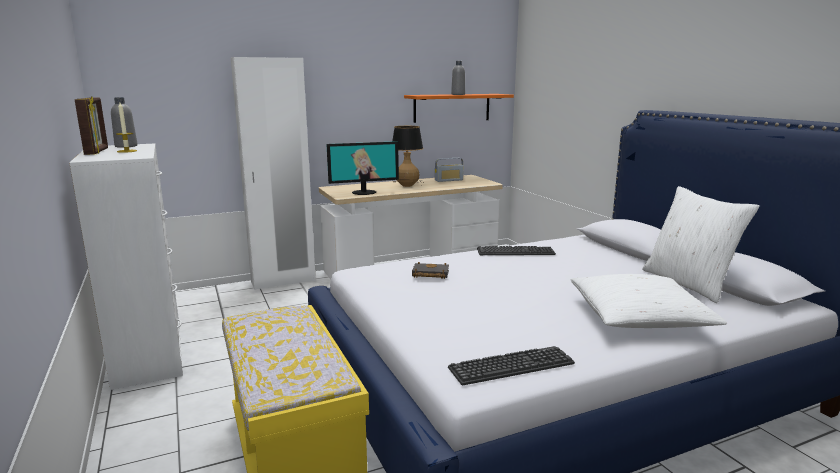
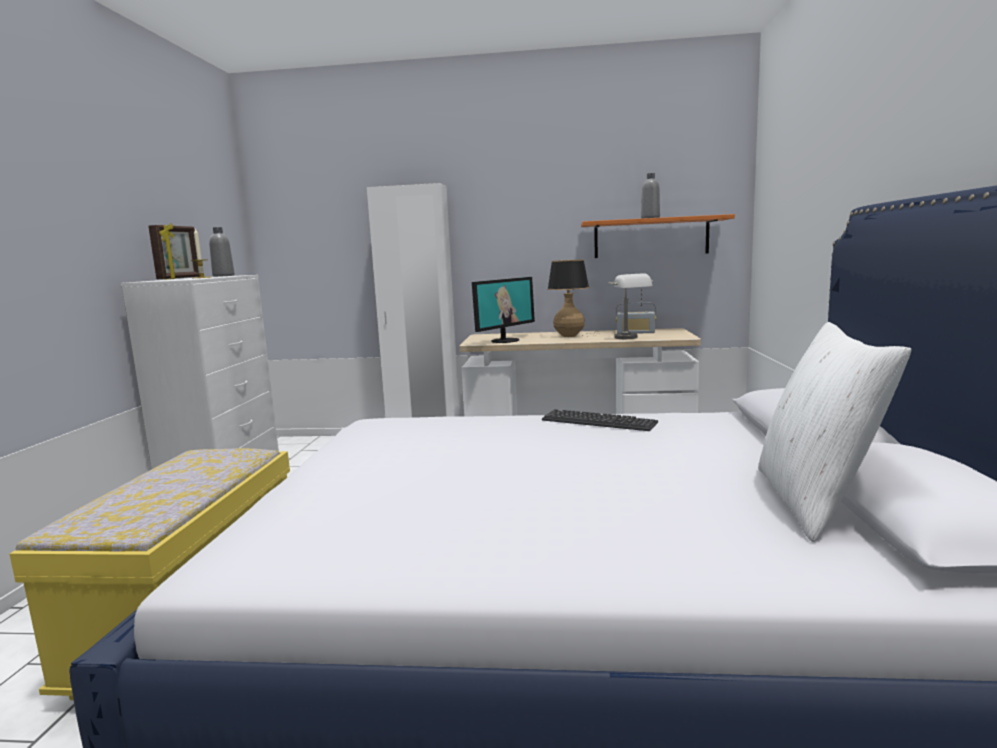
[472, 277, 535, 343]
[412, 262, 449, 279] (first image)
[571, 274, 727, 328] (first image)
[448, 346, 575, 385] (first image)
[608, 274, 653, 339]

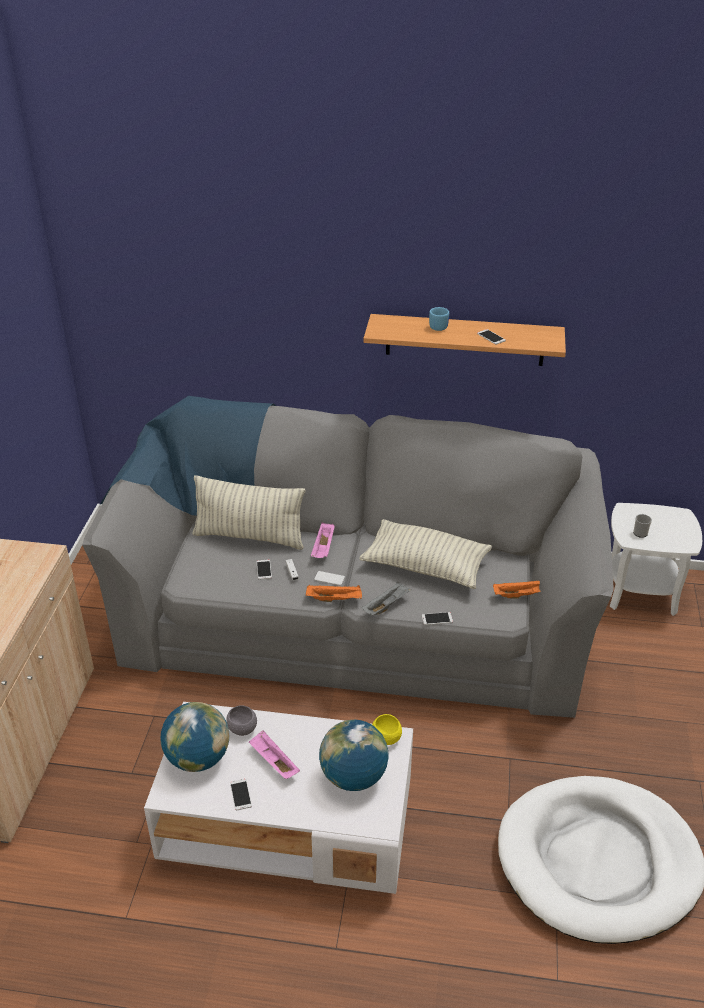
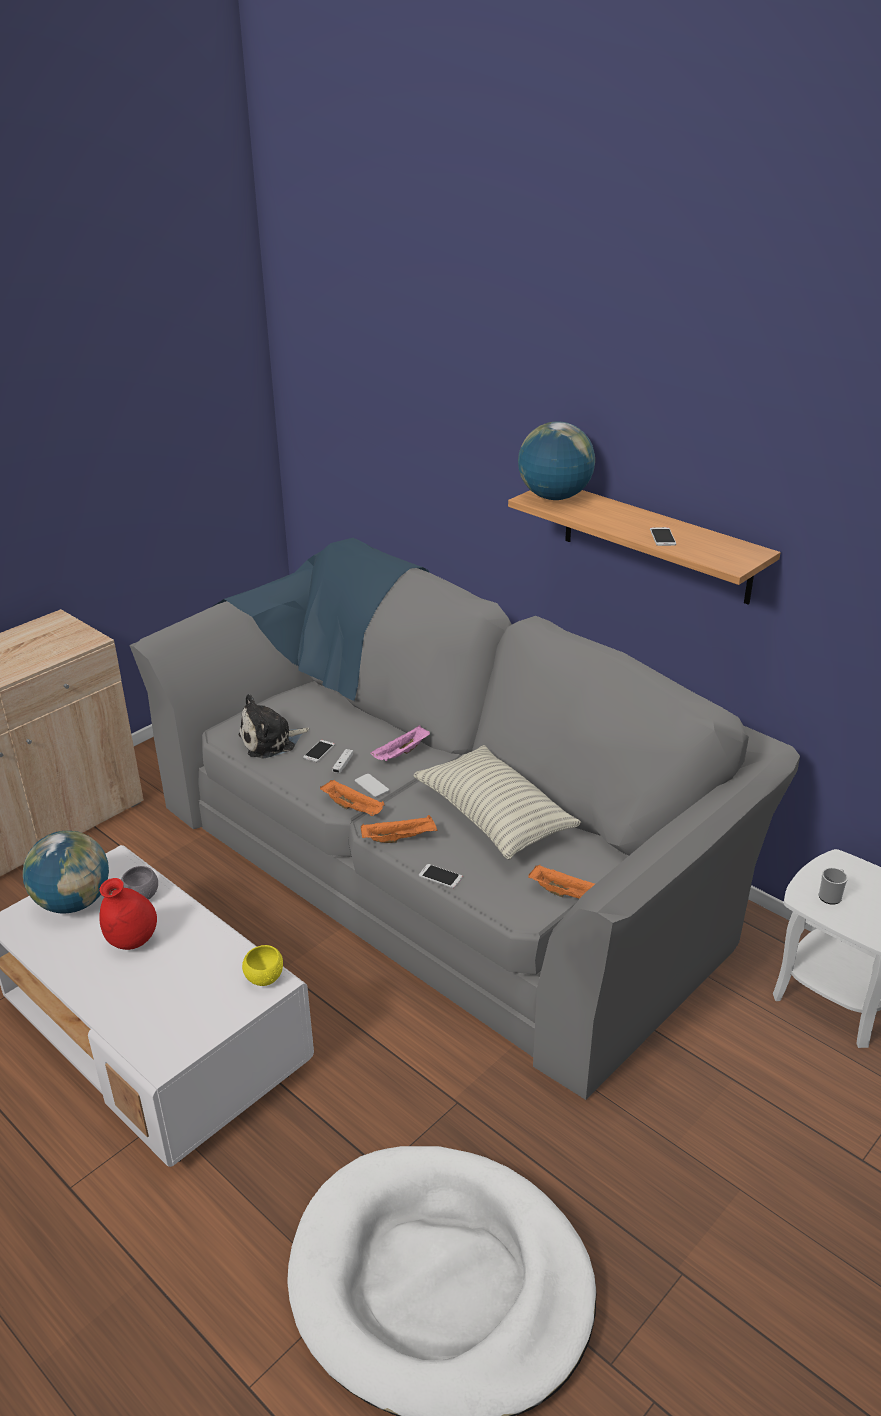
[429, 307, 449, 331] (first image)
[192, 475, 306, 550] (first image)
[361, 815, 437, 843]
[518, 422, 595, 500]
[99, 878, 157, 950]
[230, 779, 252, 810] (first image)
[238, 694, 309, 758]

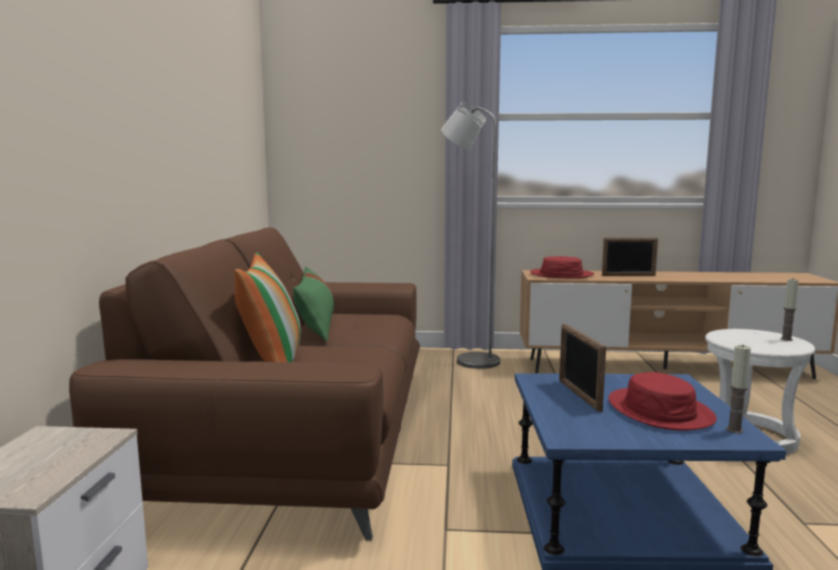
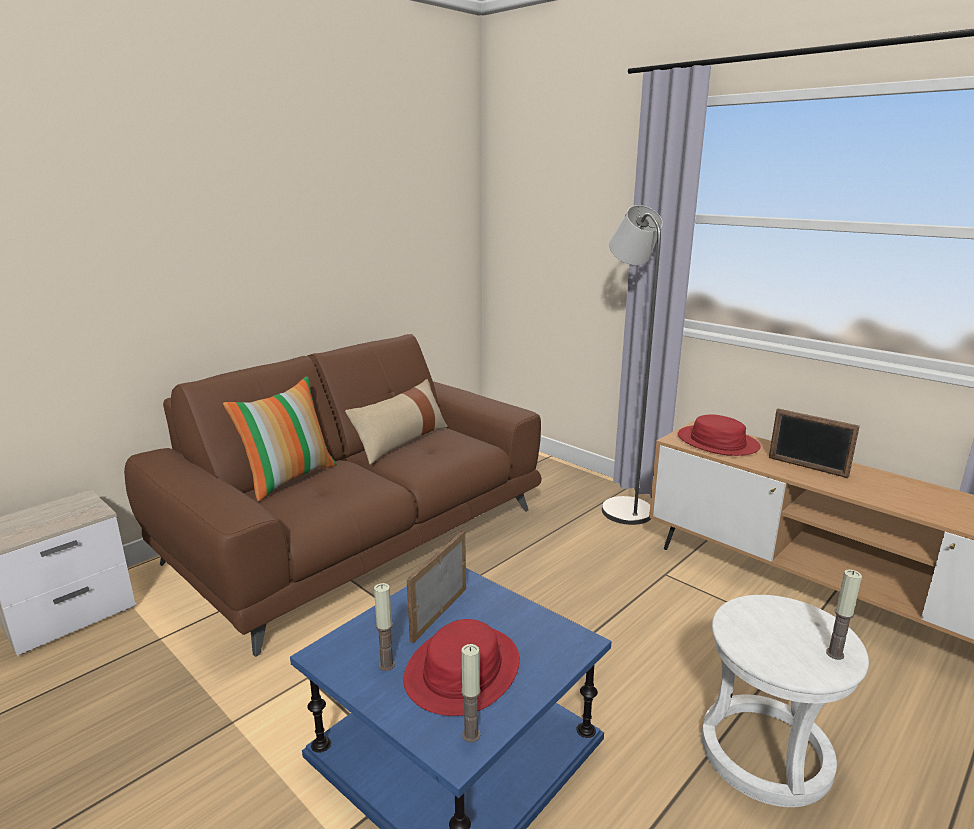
[345, 379, 448, 465]
[374, 583, 395, 671]

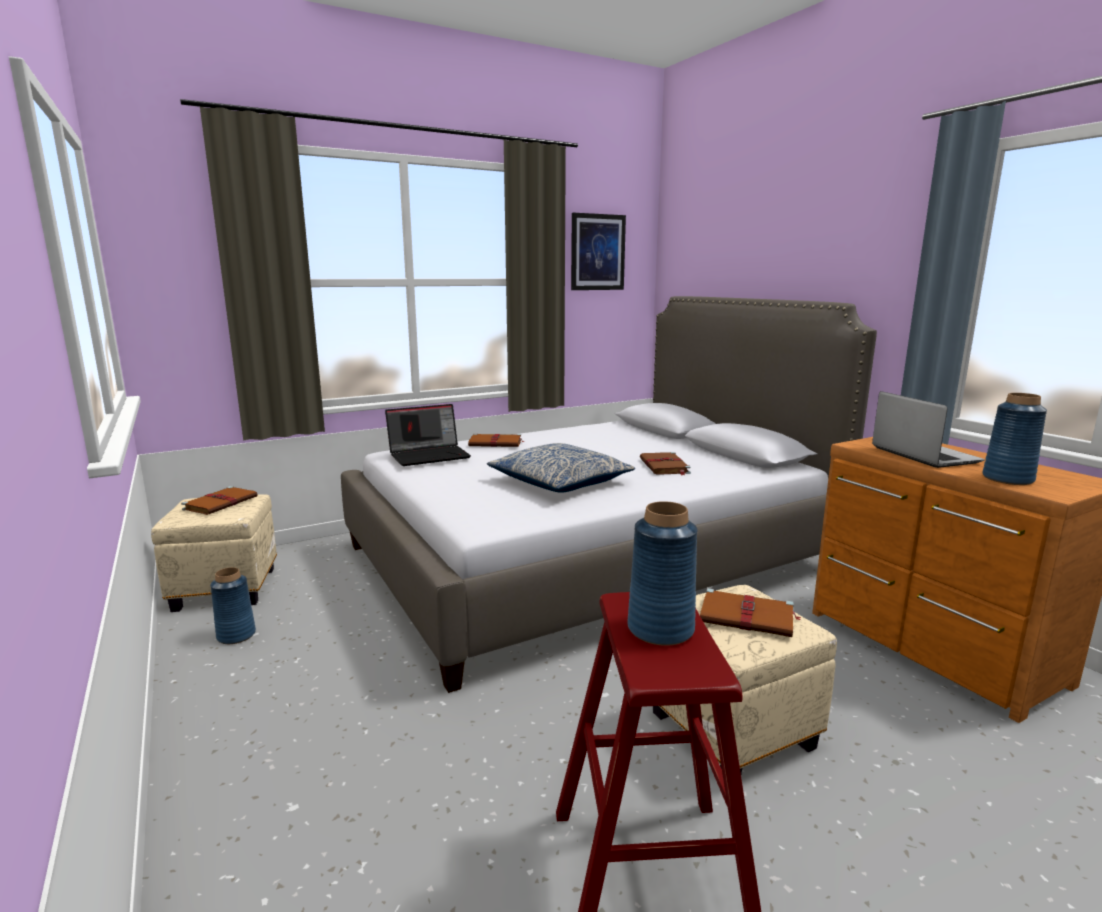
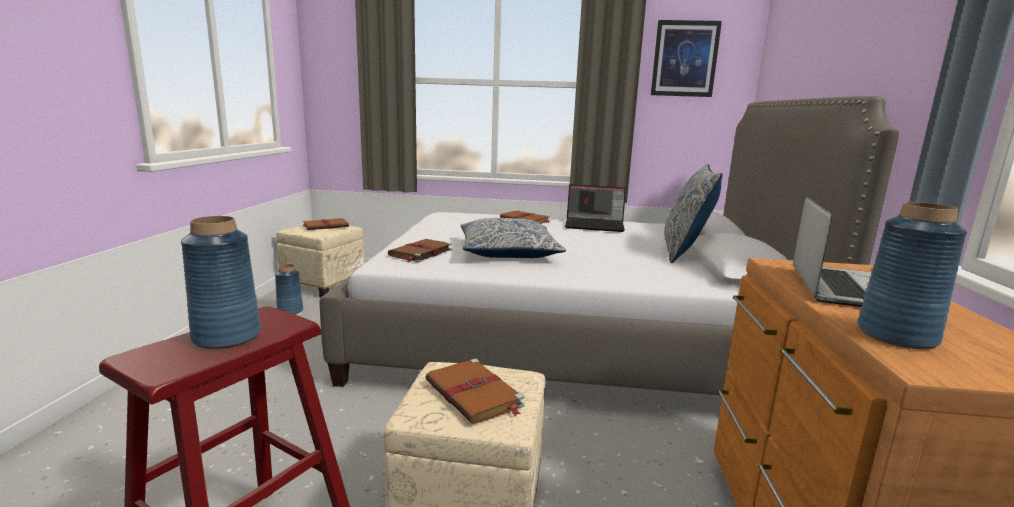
[565, 184, 626, 232]
[388, 239, 452, 262]
[664, 164, 723, 263]

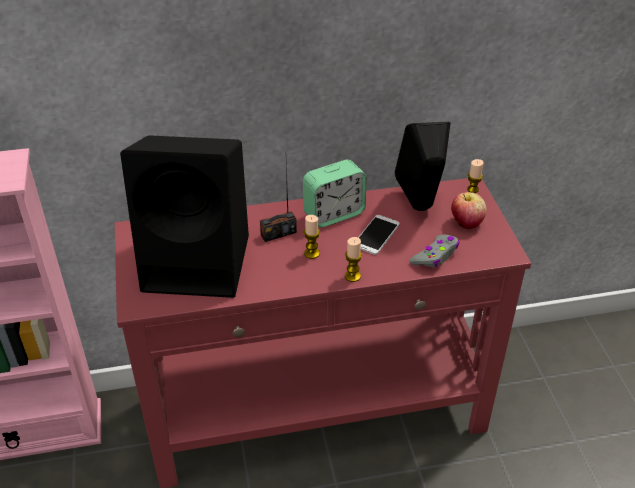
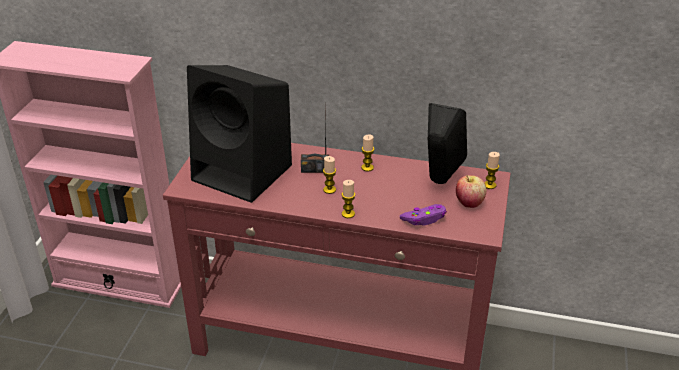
[361, 134, 374, 171]
[358, 215, 400, 255] (first image)
[400, 204, 447, 226]

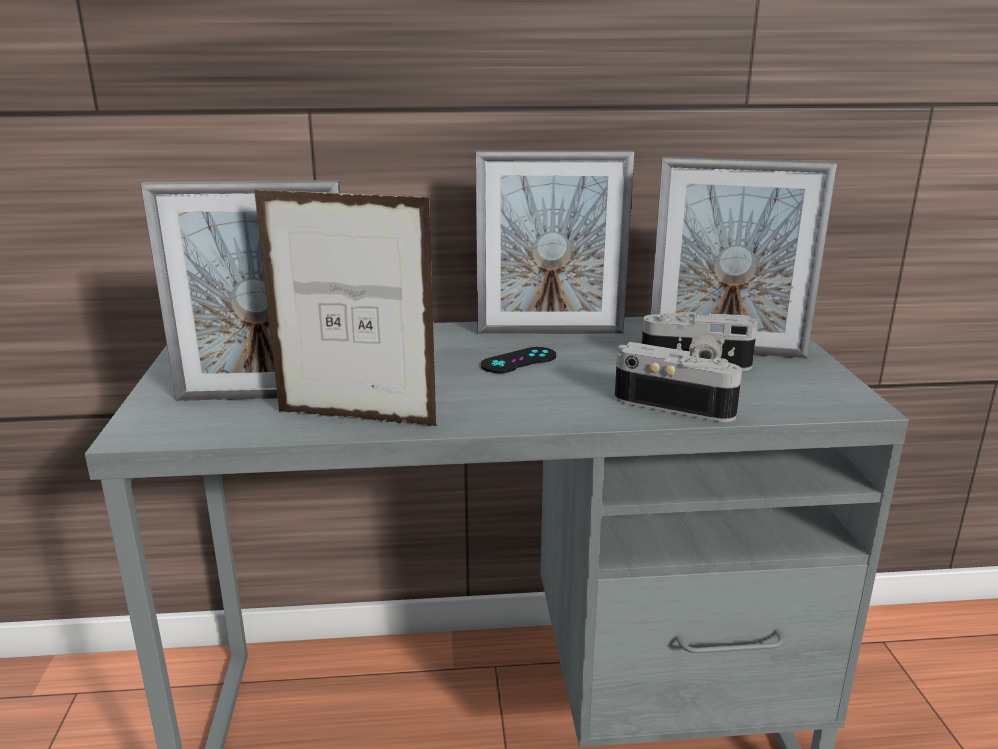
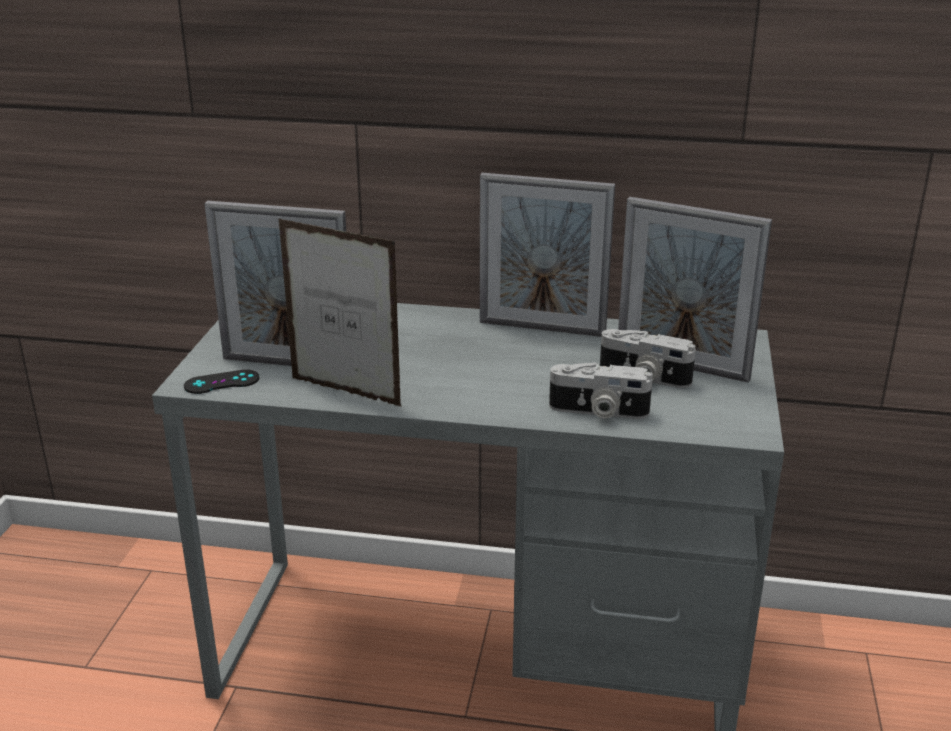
[549, 362, 653, 419]
[184, 369, 259, 394]

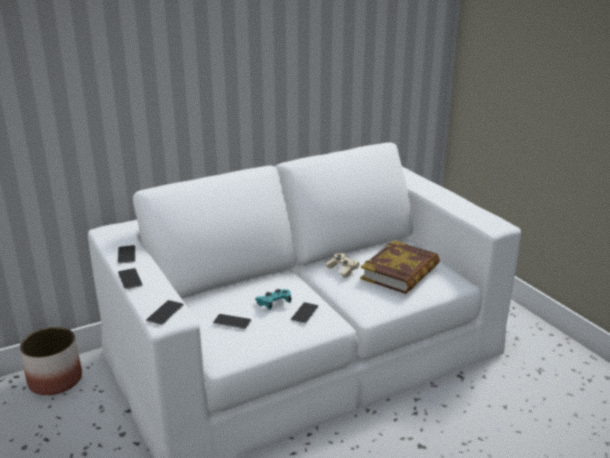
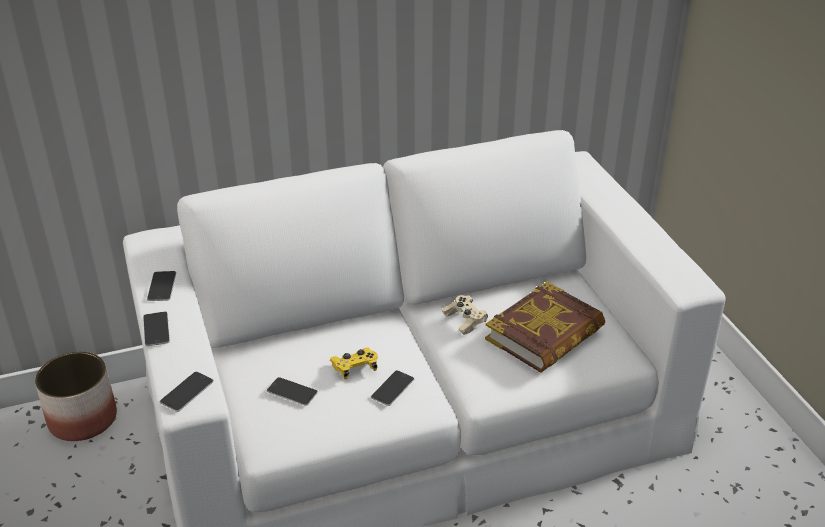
[330, 347, 378, 379]

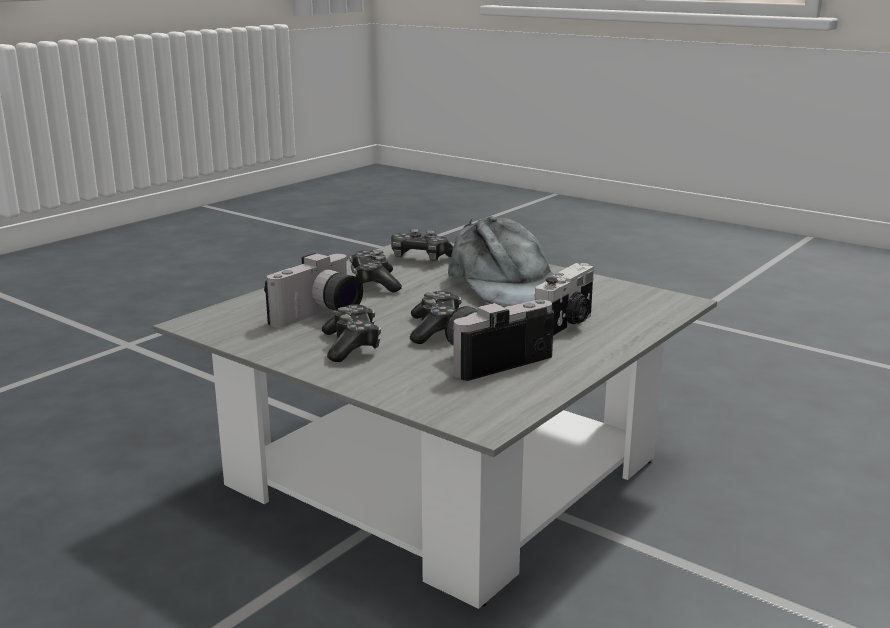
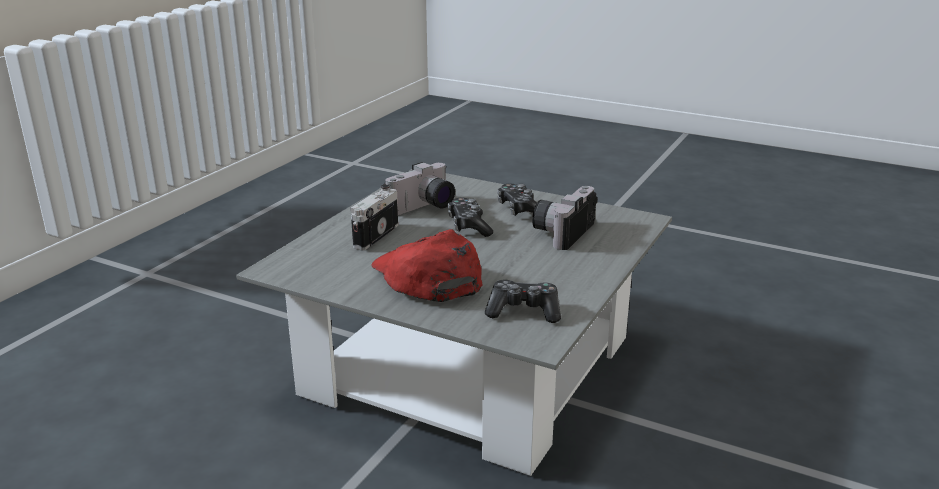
[371, 229, 483, 302]
[349, 250, 402, 293] (first image)

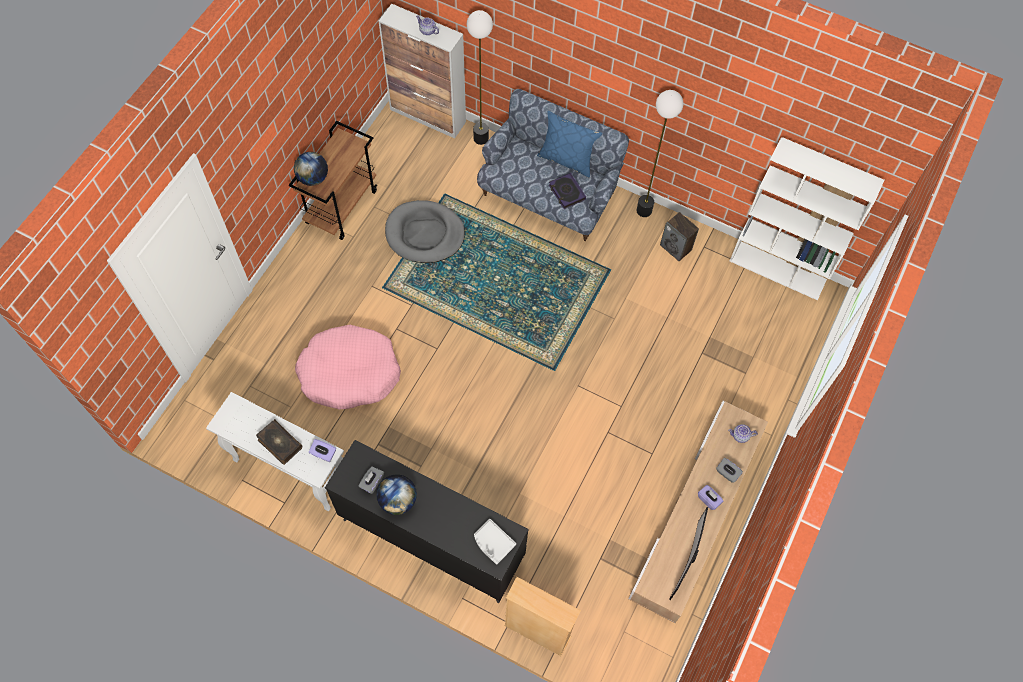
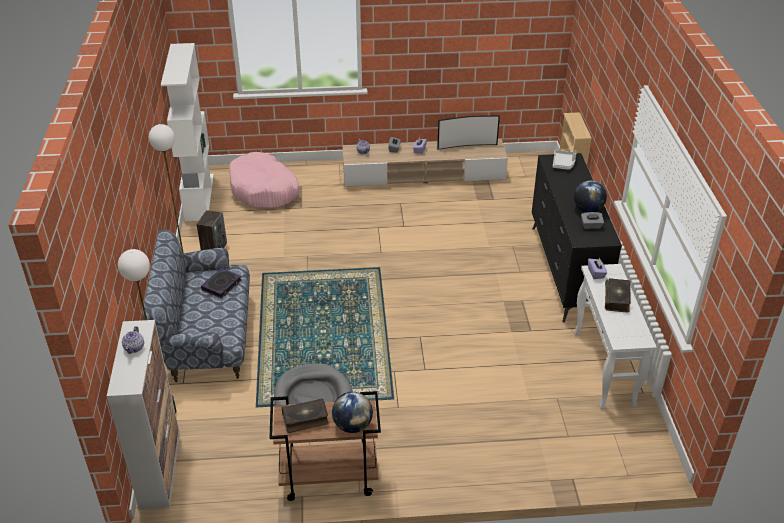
[537, 111, 603, 178] (first image)
[229, 152, 300, 209]
[282, 399, 329, 433]

